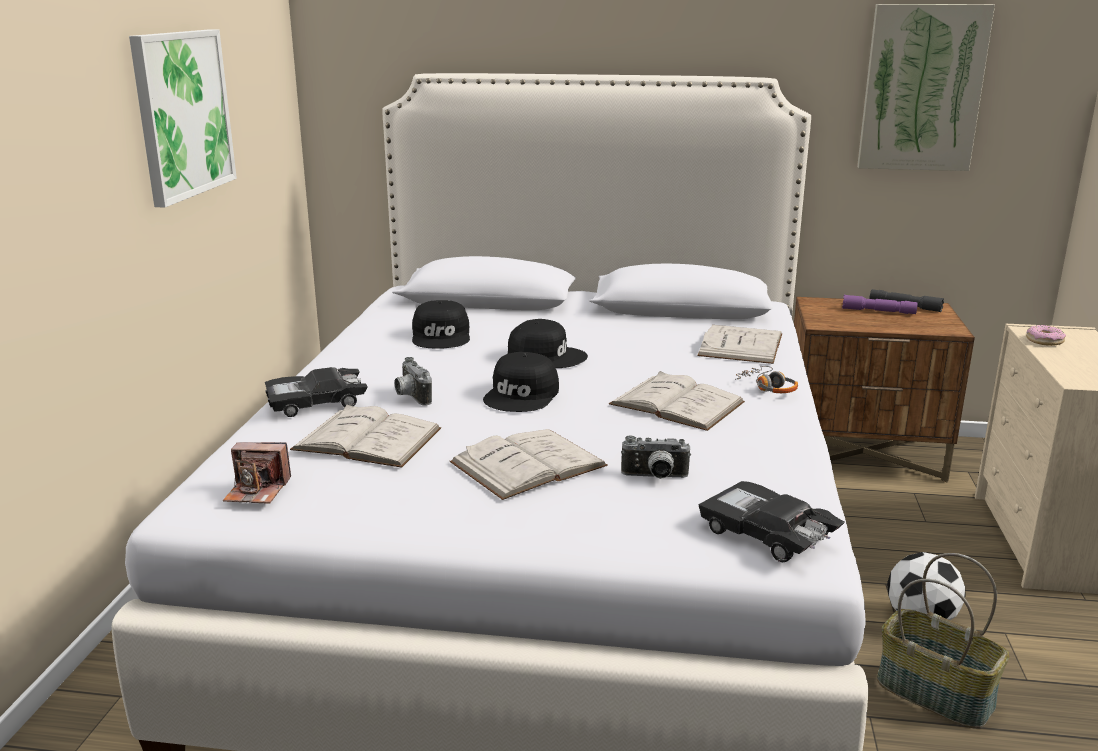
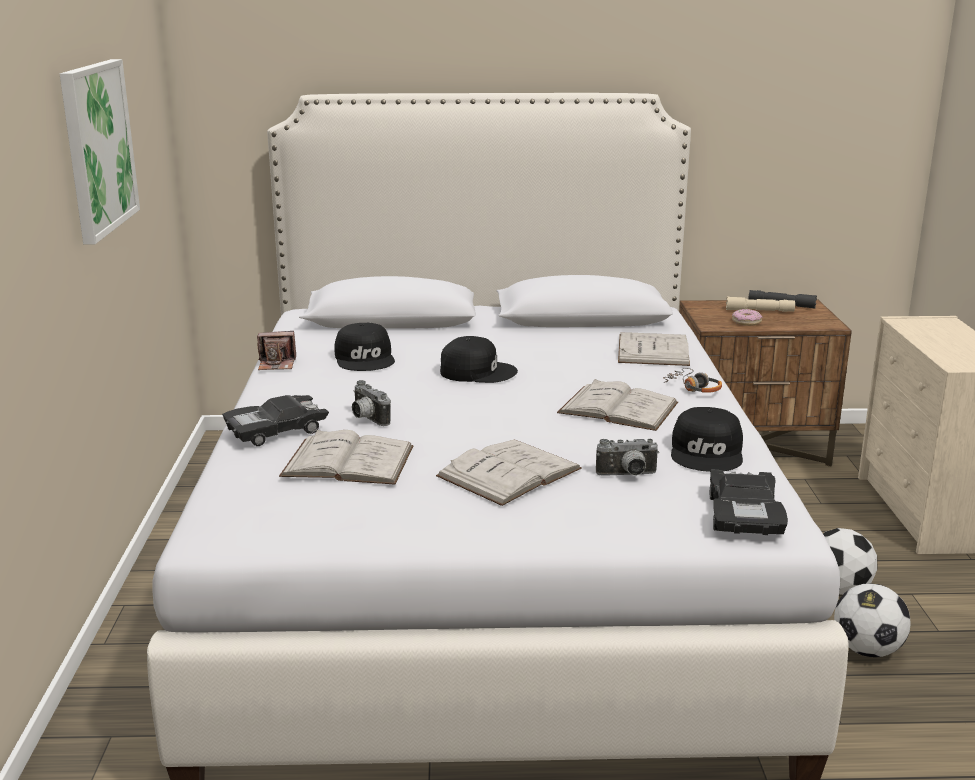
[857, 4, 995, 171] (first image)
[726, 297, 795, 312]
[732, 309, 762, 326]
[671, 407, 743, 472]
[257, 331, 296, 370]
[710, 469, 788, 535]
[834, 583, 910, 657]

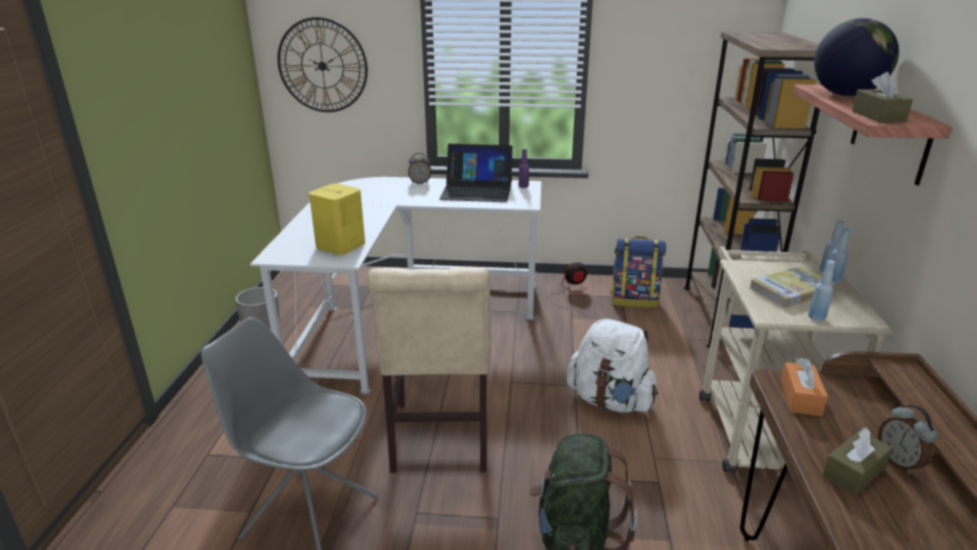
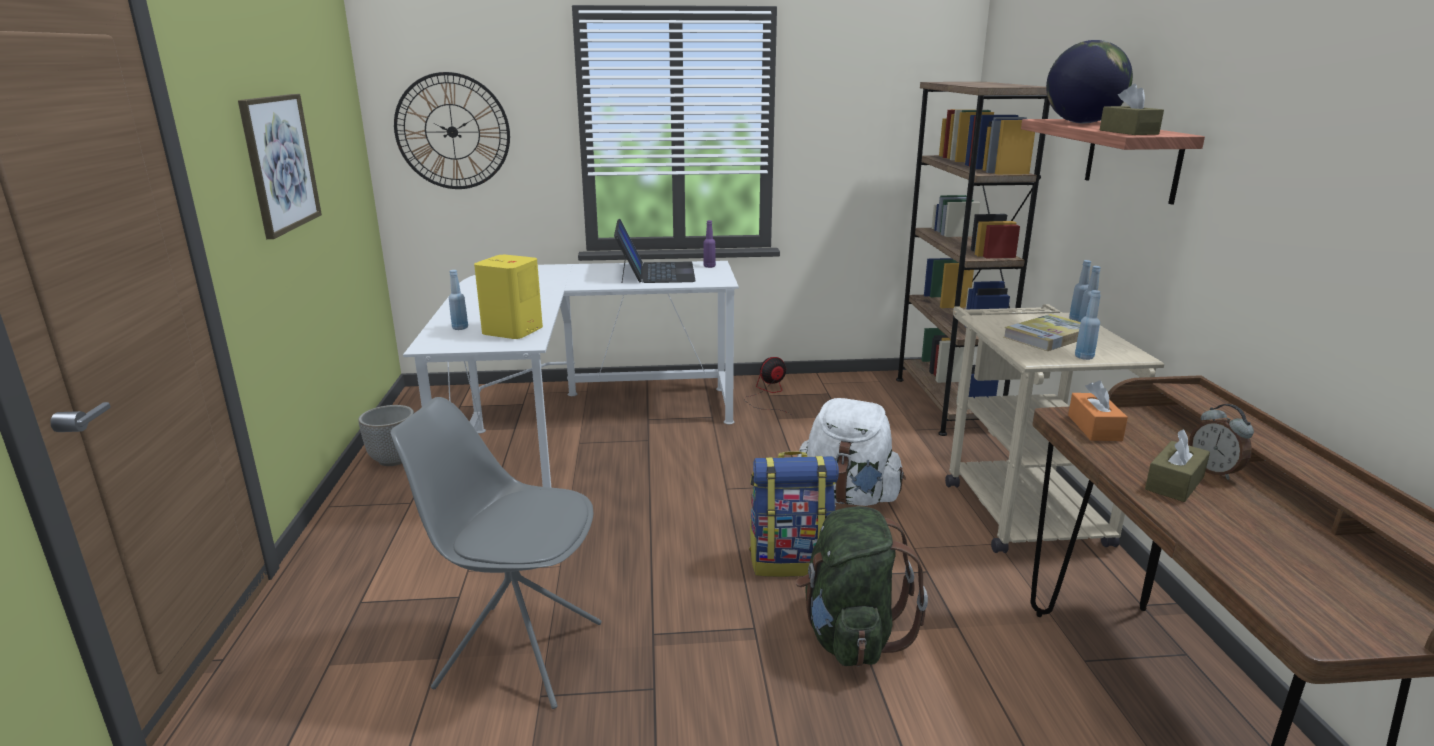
[614, 219, 696, 283]
[408, 153, 431, 184] (first image)
[749, 451, 839, 577]
[367, 267, 491, 473] (first image)
[238, 94, 322, 239]
[449, 270, 468, 330]

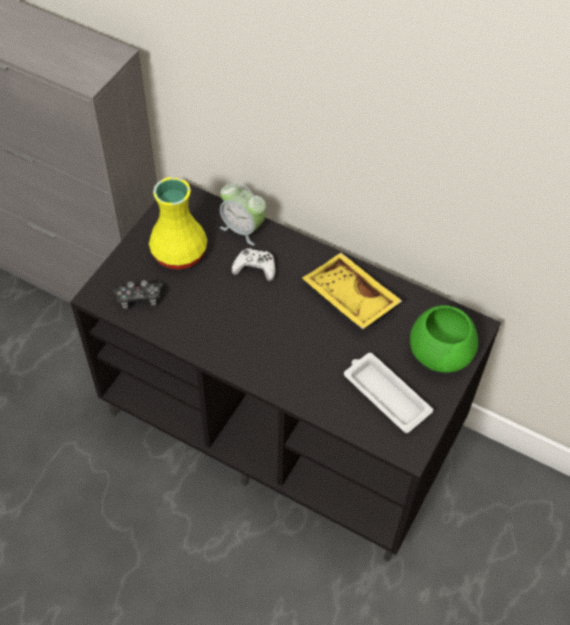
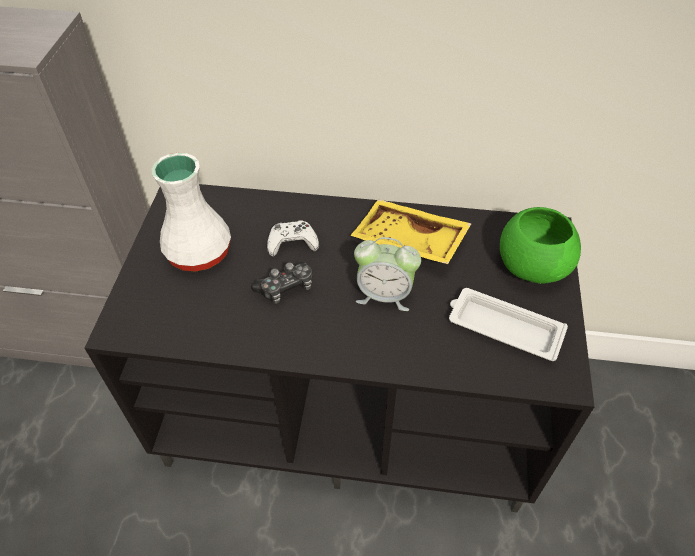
[151, 153, 231, 272]
[354, 237, 421, 311]
[251, 262, 312, 304]

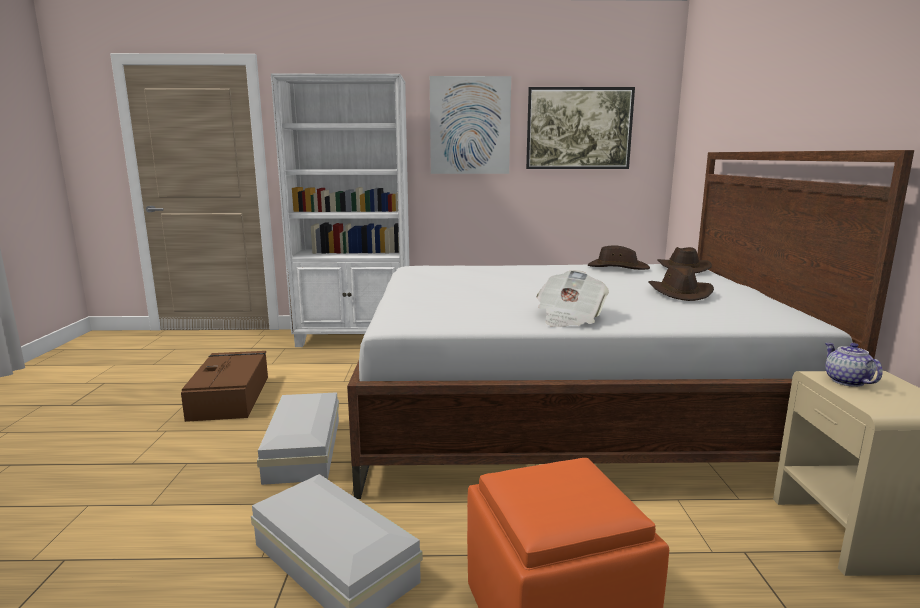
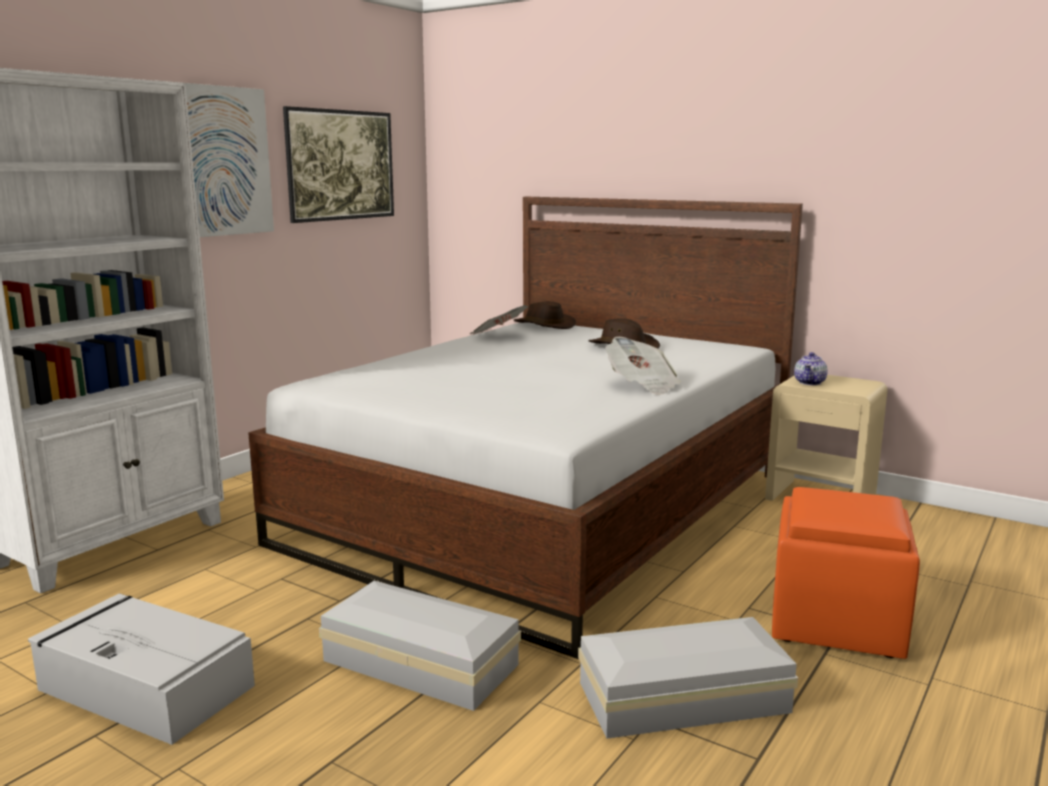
[470, 305, 528, 334]
[794, 352, 828, 385]
[28, 593, 255, 745]

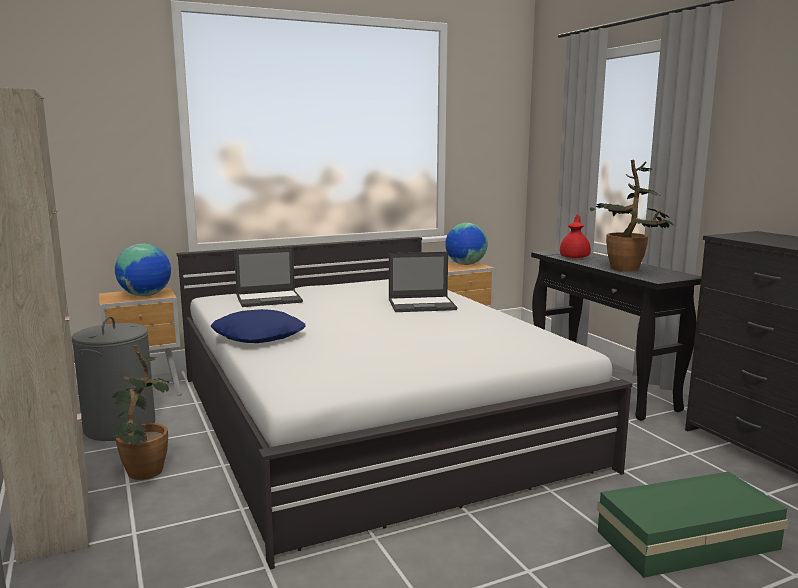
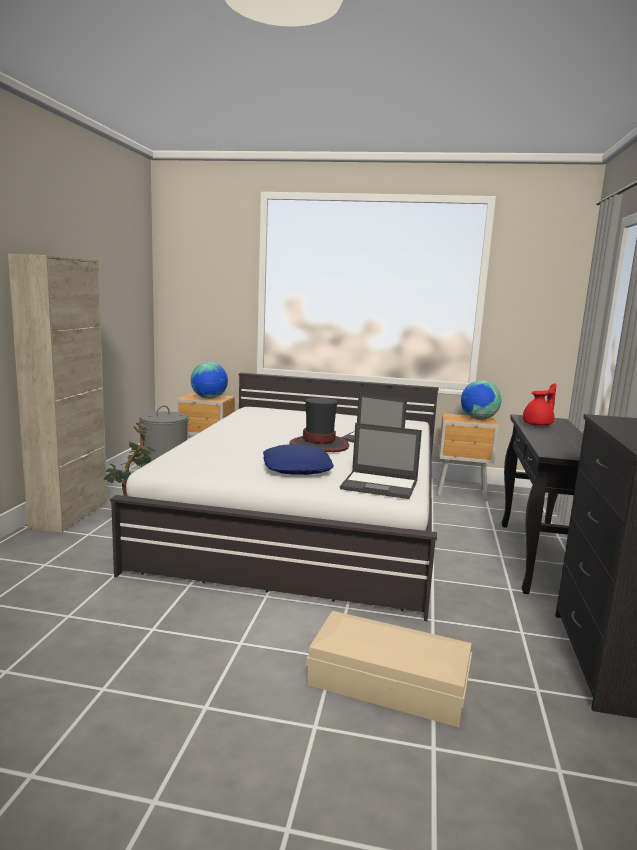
[590, 160, 674, 271] (first image)
[340, 423, 422, 499]
[263, 444, 334, 475]
[306, 611, 472, 727]
[289, 398, 349, 452]

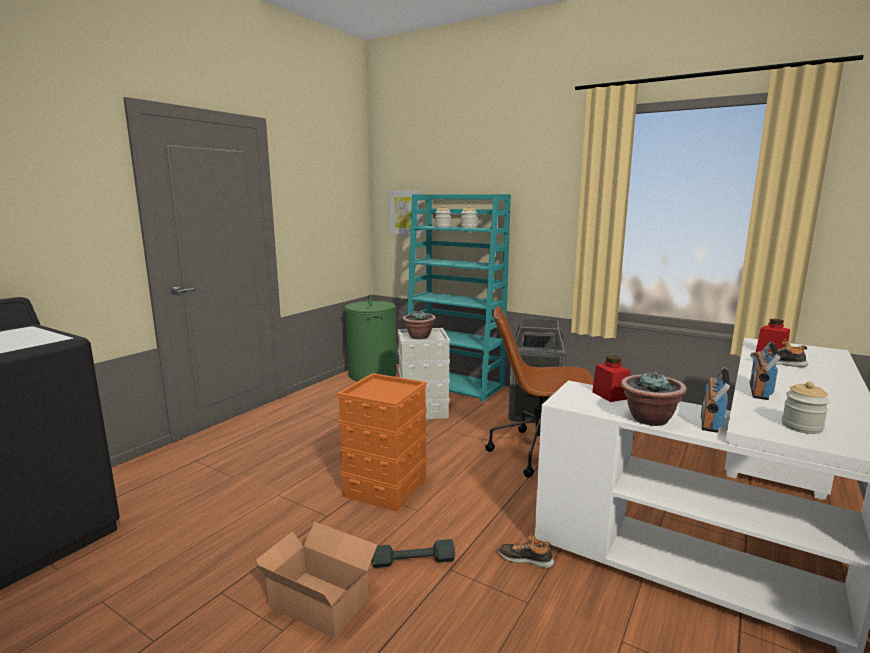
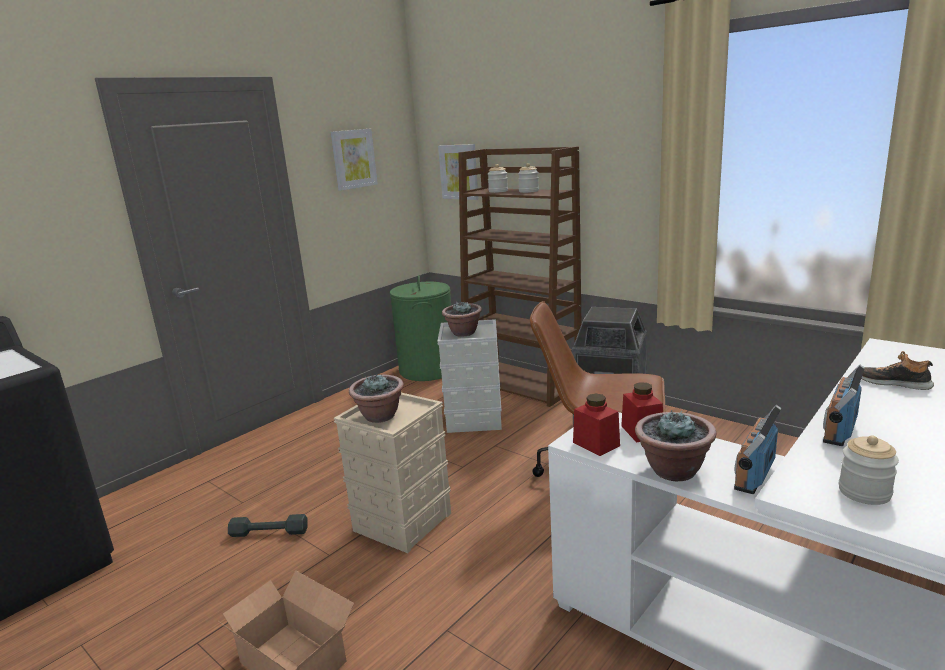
[458, 146, 581, 407]
[573, 394, 620, 456]
[334, 393, 451, 553]
[498, 534, 554, 568] (first image)
[228, 514, 308, 537]
[331, 129, 378, 191]
[349, 375, 404, 423]

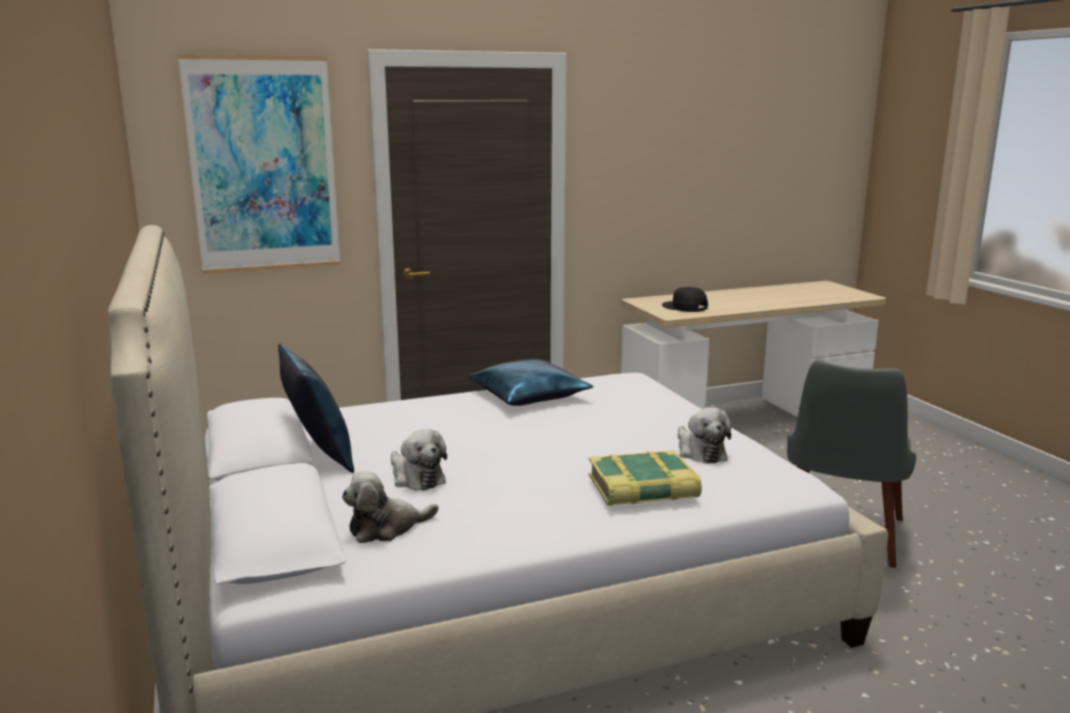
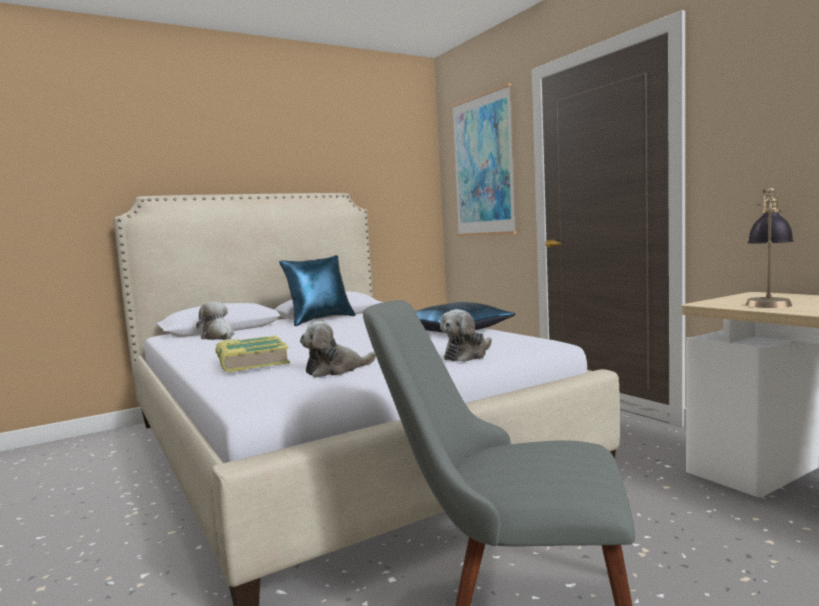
[746, 188, 794, 308]
[440, 309, 492, 362]

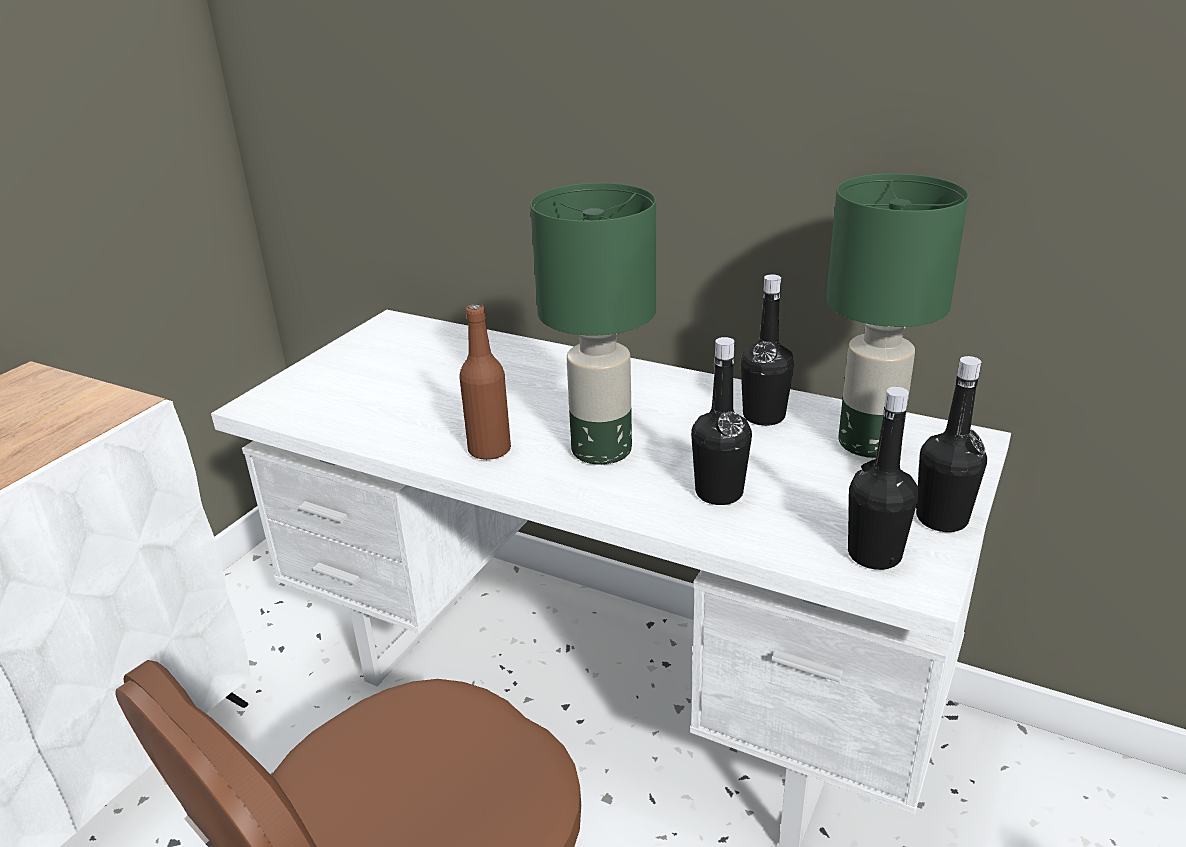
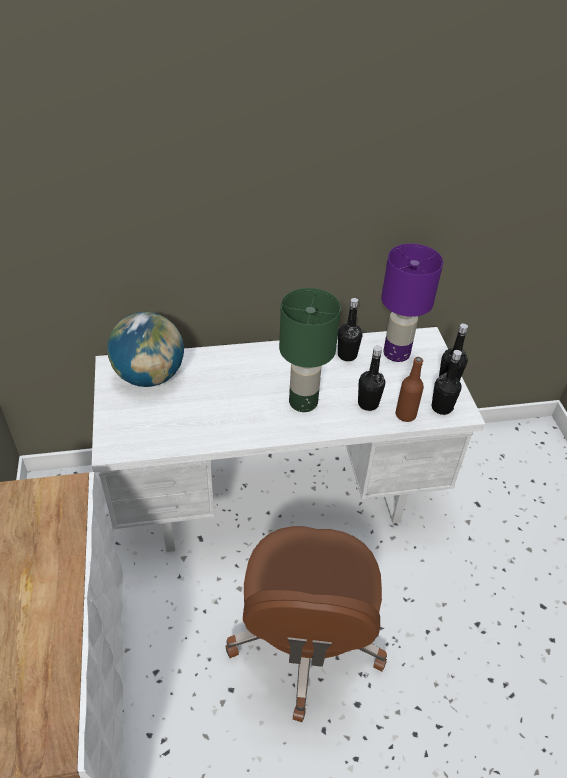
[381, 244, 443, 362]
[396, 357, 424, 422]
[108, 312, 184, 387]

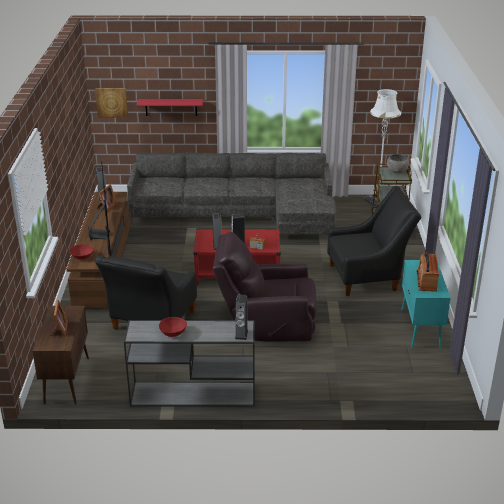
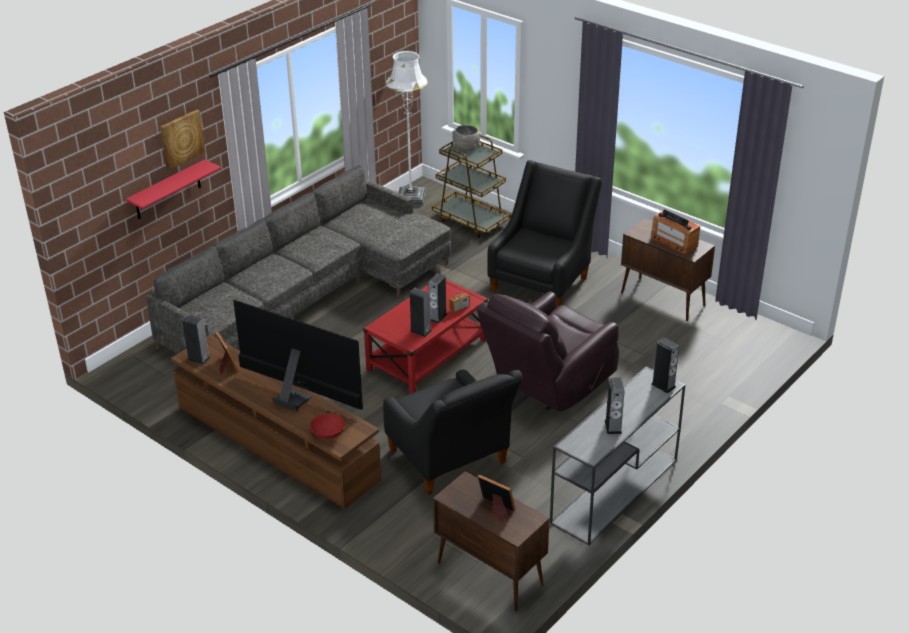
[160, 109, 205, 170]
[621, 218, 715, 321]
[605, 378, 625, 434]

